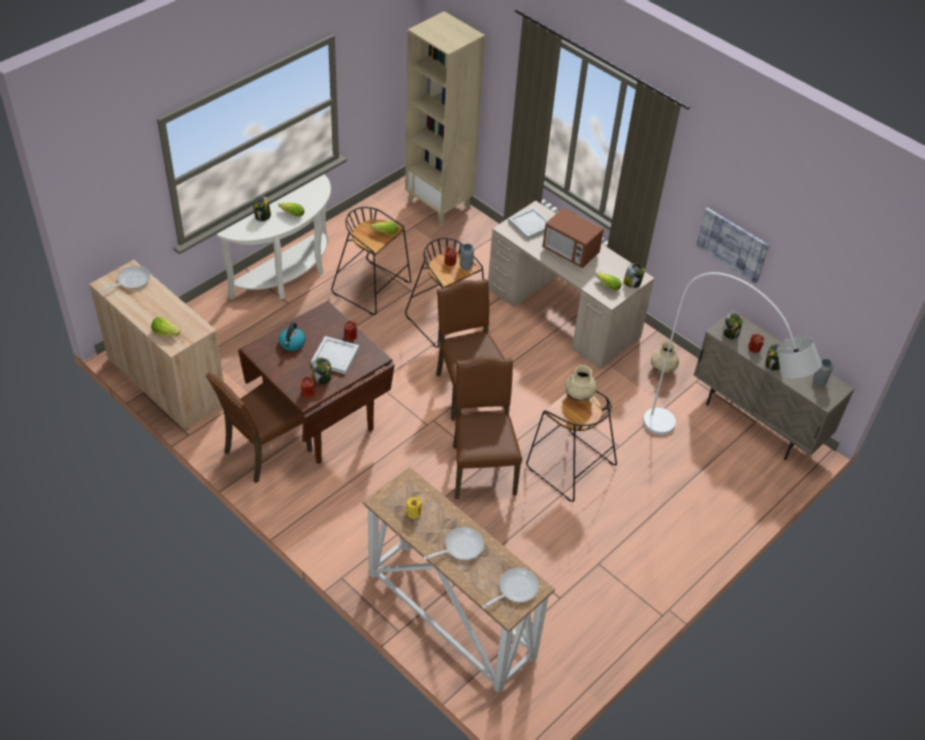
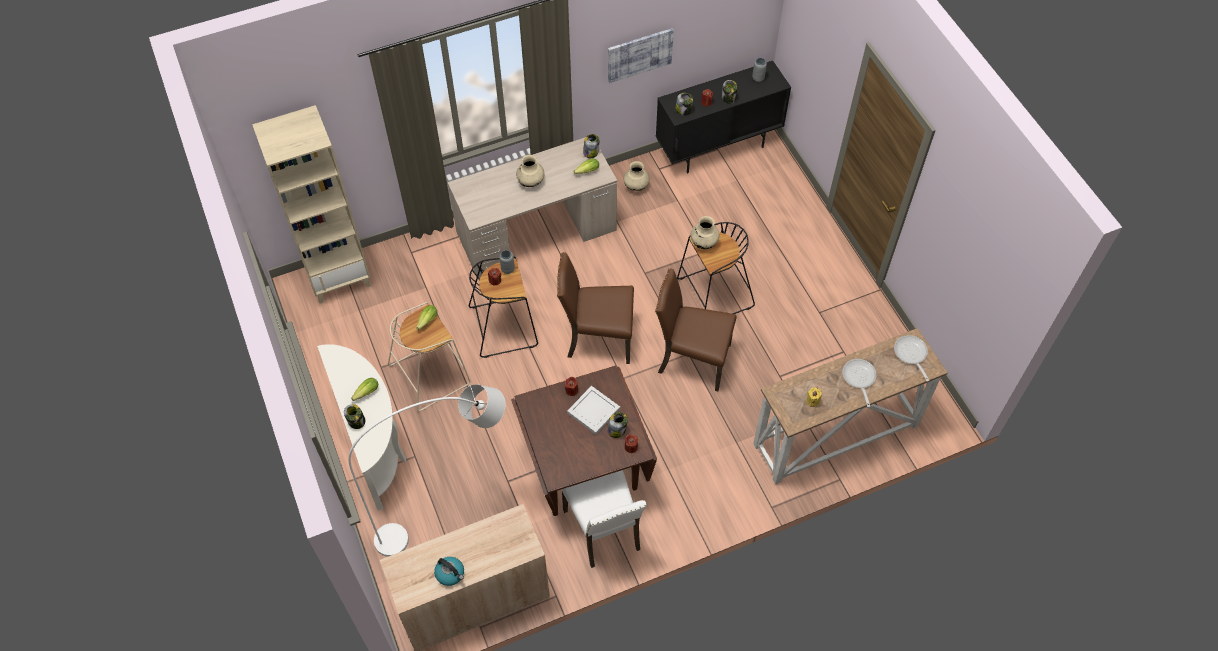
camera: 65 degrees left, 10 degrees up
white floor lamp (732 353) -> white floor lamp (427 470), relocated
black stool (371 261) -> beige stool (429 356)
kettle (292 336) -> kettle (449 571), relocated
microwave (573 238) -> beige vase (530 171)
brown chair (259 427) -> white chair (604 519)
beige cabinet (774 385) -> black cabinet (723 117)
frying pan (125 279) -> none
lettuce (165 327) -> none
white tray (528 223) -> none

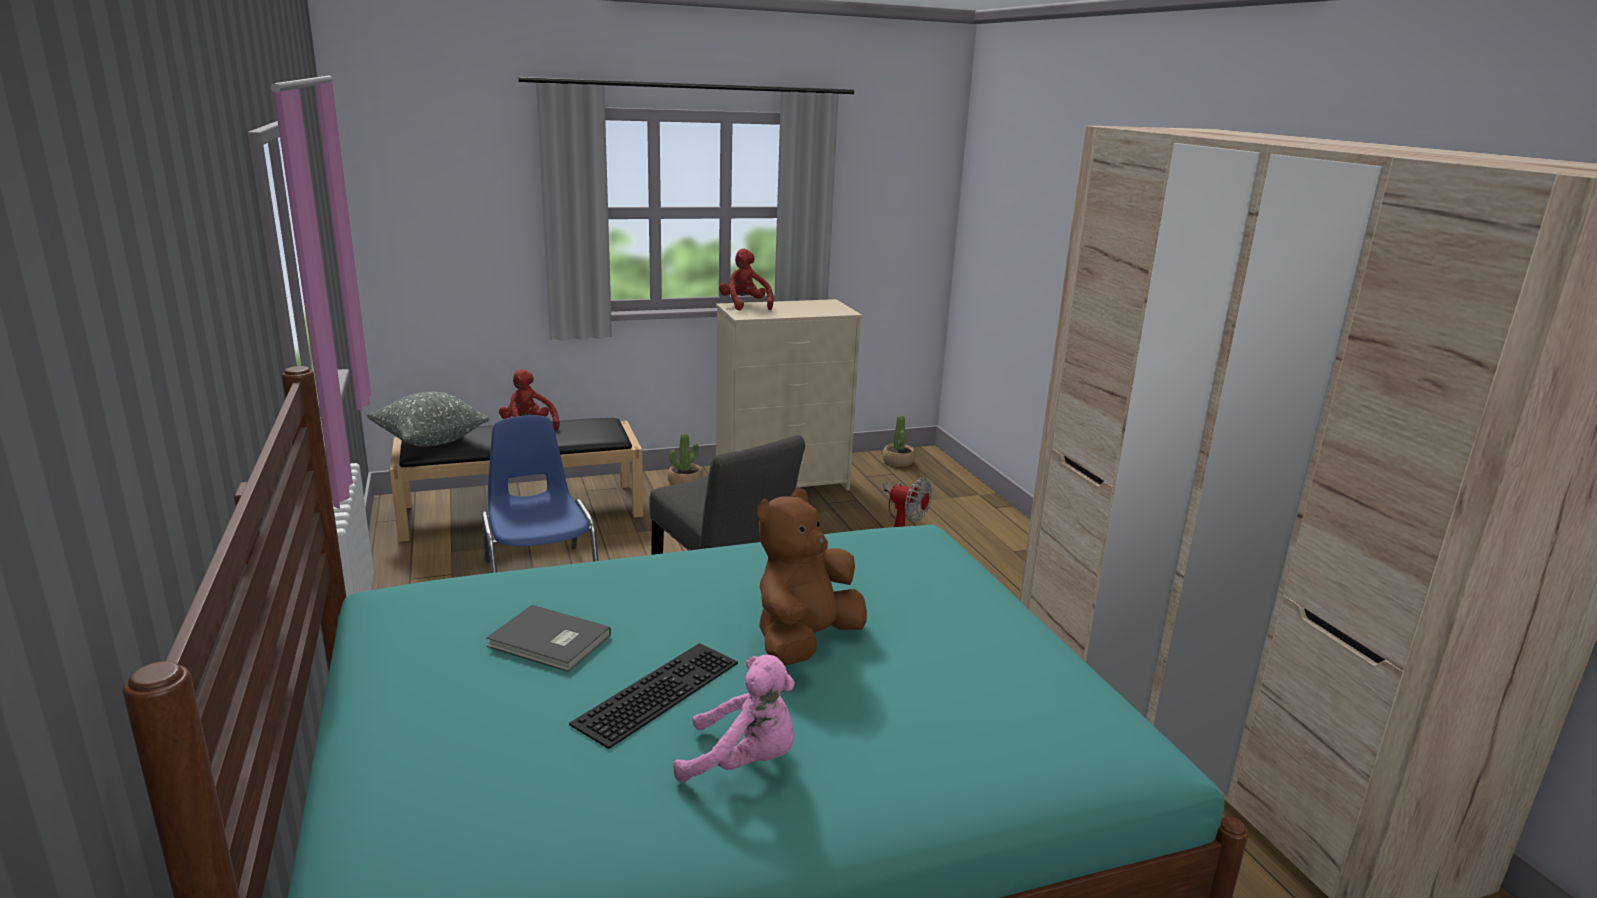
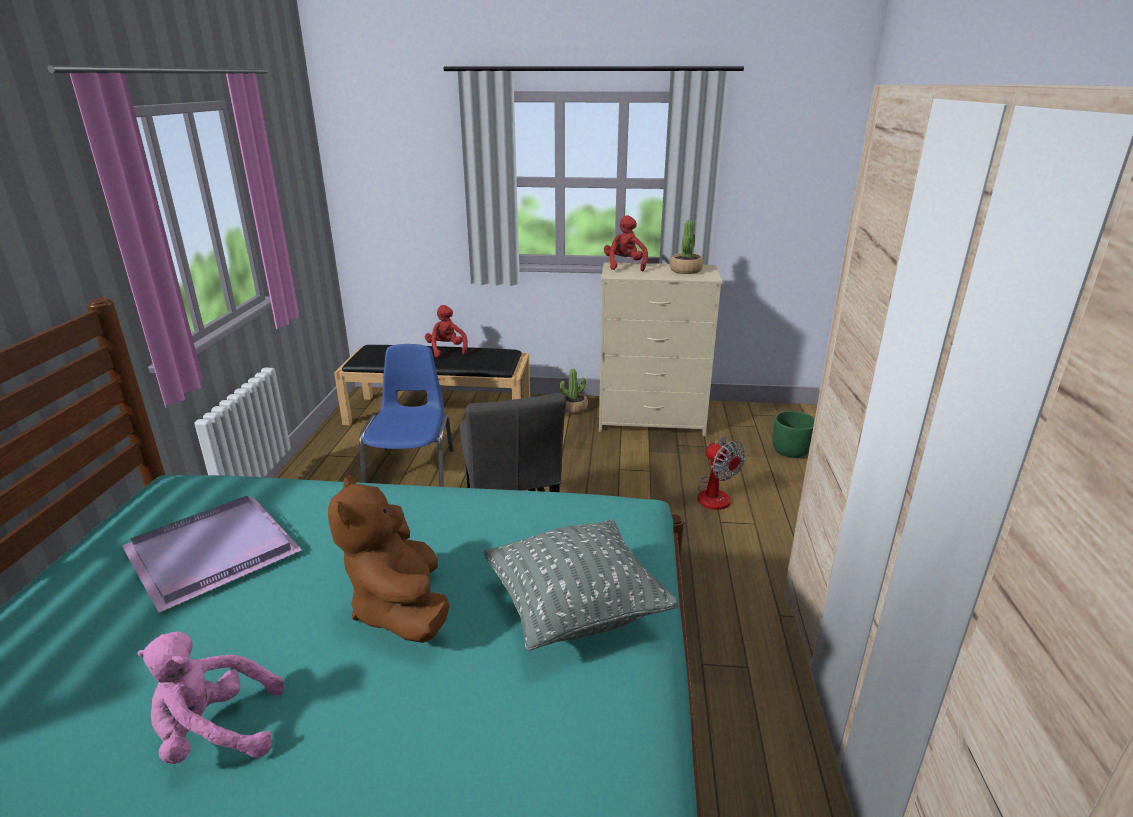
camera: 25 degrees right, 5 degrees up
grey book (548 638) -> purple tray (212 554)
pink plush toy (734 719) -> pink plush toy (210 697), 135 degrees clockwise
brown plush toy (812 577) -> brown plush toy (389 559), 75 degrees counterclockwise
grey pillow (428 419) -> grey pillow (581 585), relocated
potted plant (898 441) -> potted plant (686 247), relocated
none -> green planter (793 434)
keyboard (653 696) -> none

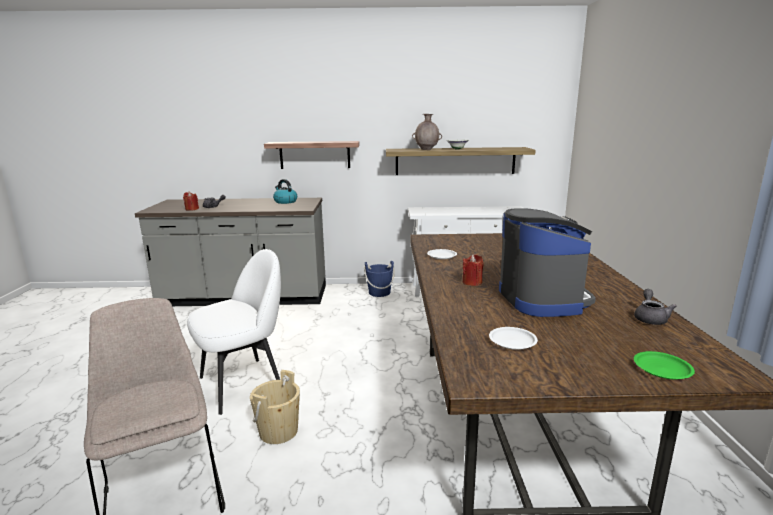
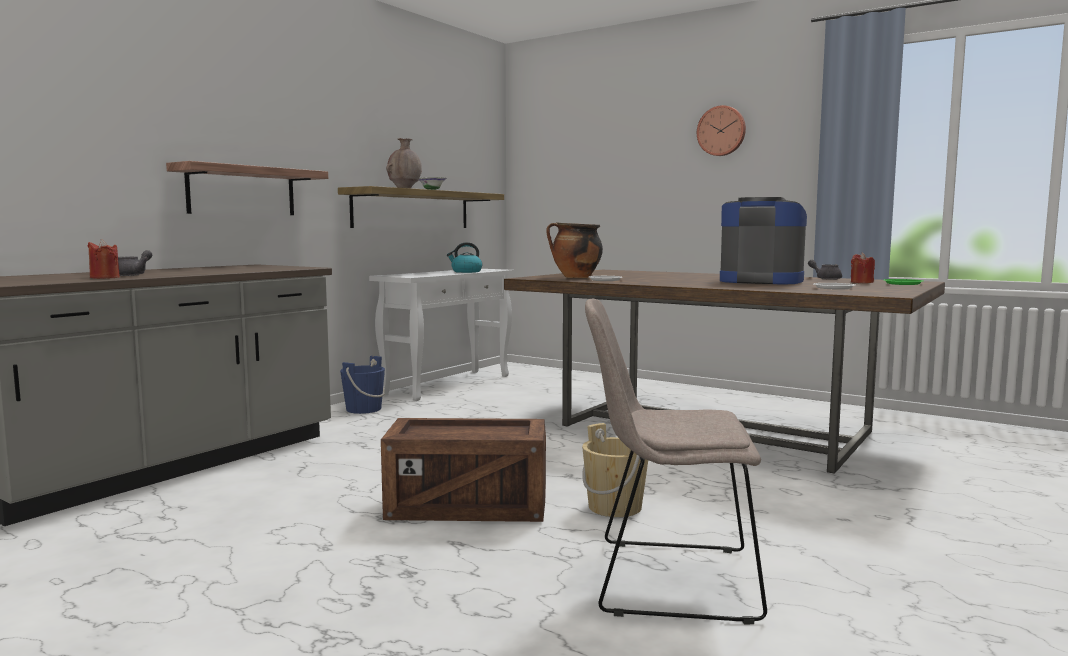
camera: 55 degrees left, 10 degrees down
white chair (234 332) -> crate (463 470)
kettle (285 191) -> kettle (464 257), relocated
none -> cooking pot (574 250)
none -> wall clock (721 130)
red candle (473 270) -> red candle (863 267), relocated

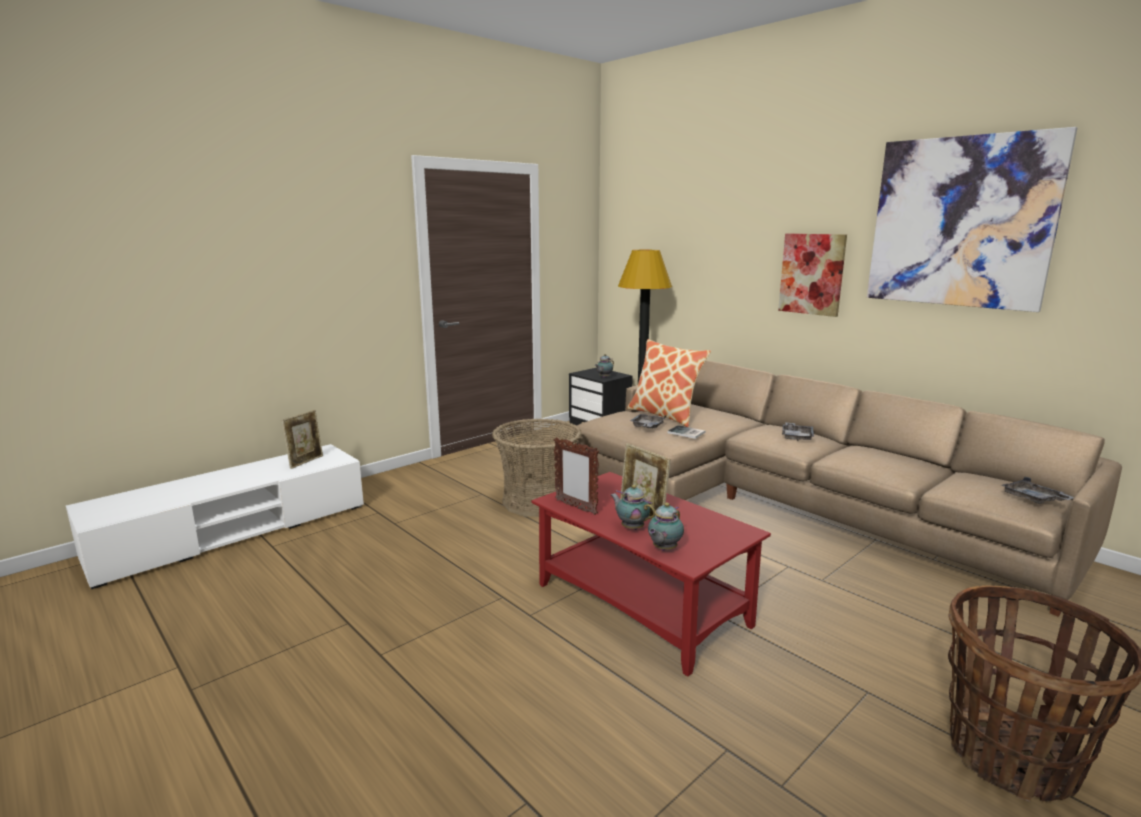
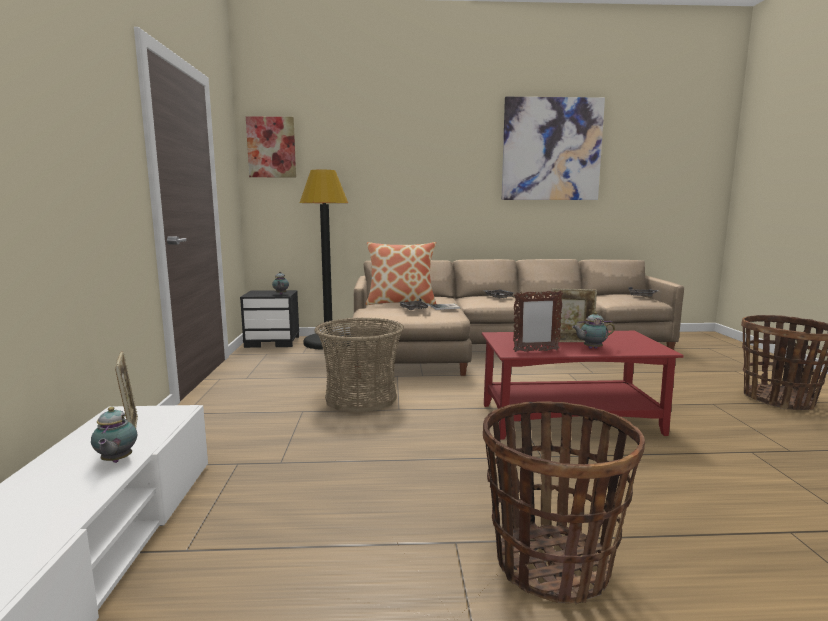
camera: 50 degrees left, 5 degrees down
teapot (666 527) -> teapot (114 435), relocated
picture (812 275) -> picture (271 146), relocated
none -> basket (564 502)

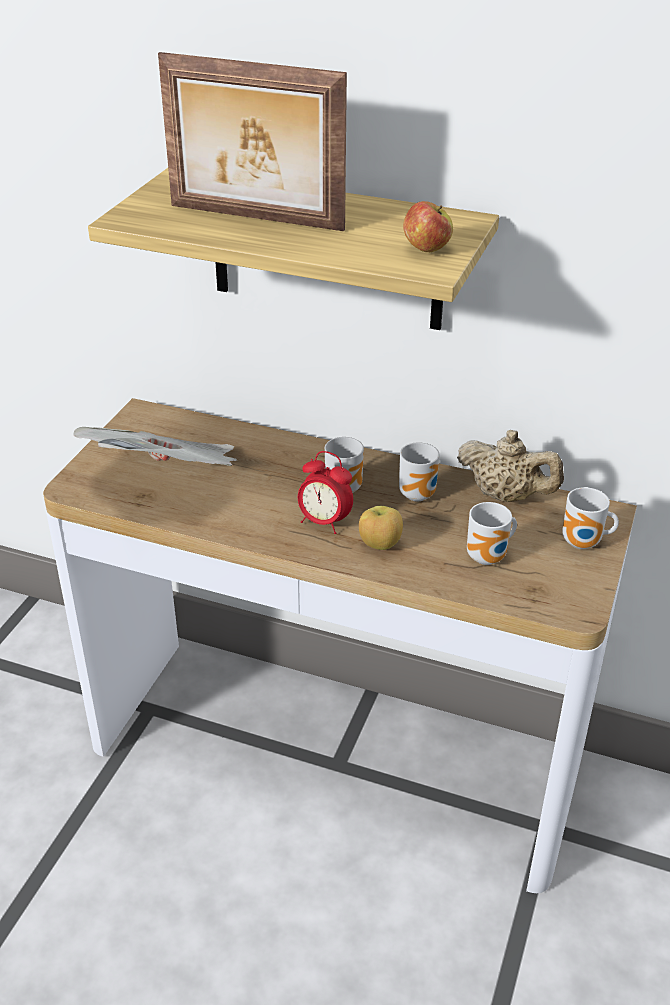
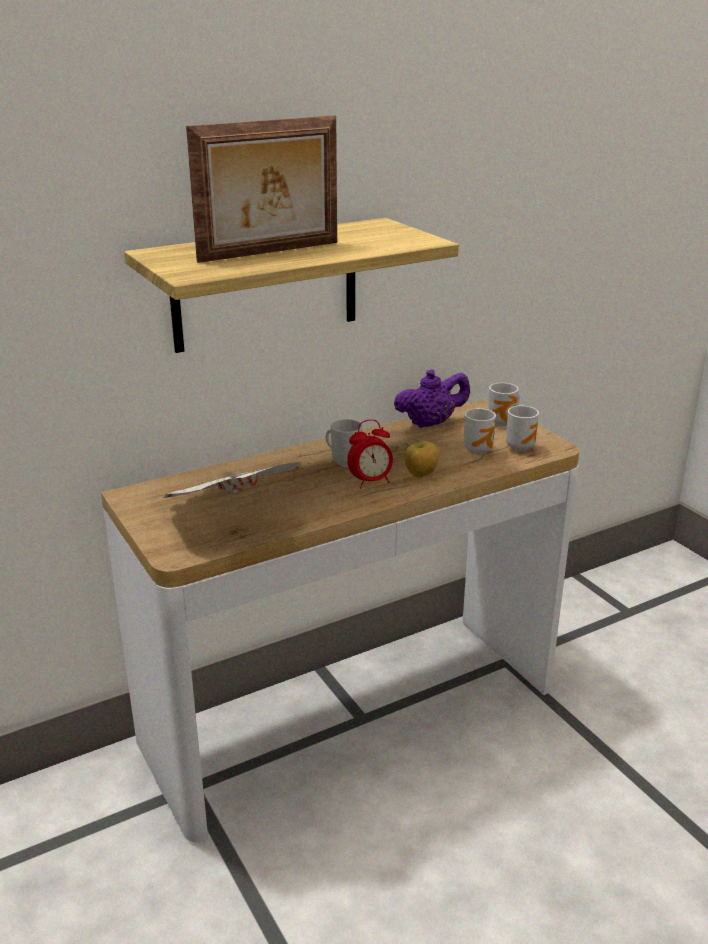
camera: 50 degrees left, 10 degrees down
beige teapot (510 466) -> purple teapot (432 398)
mug (419 471) -> mug (522 429), relocated
apple (428 226) -> none

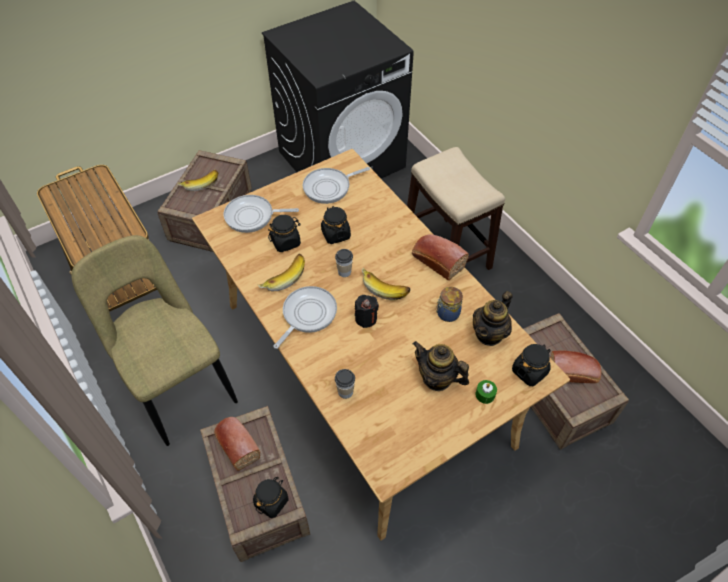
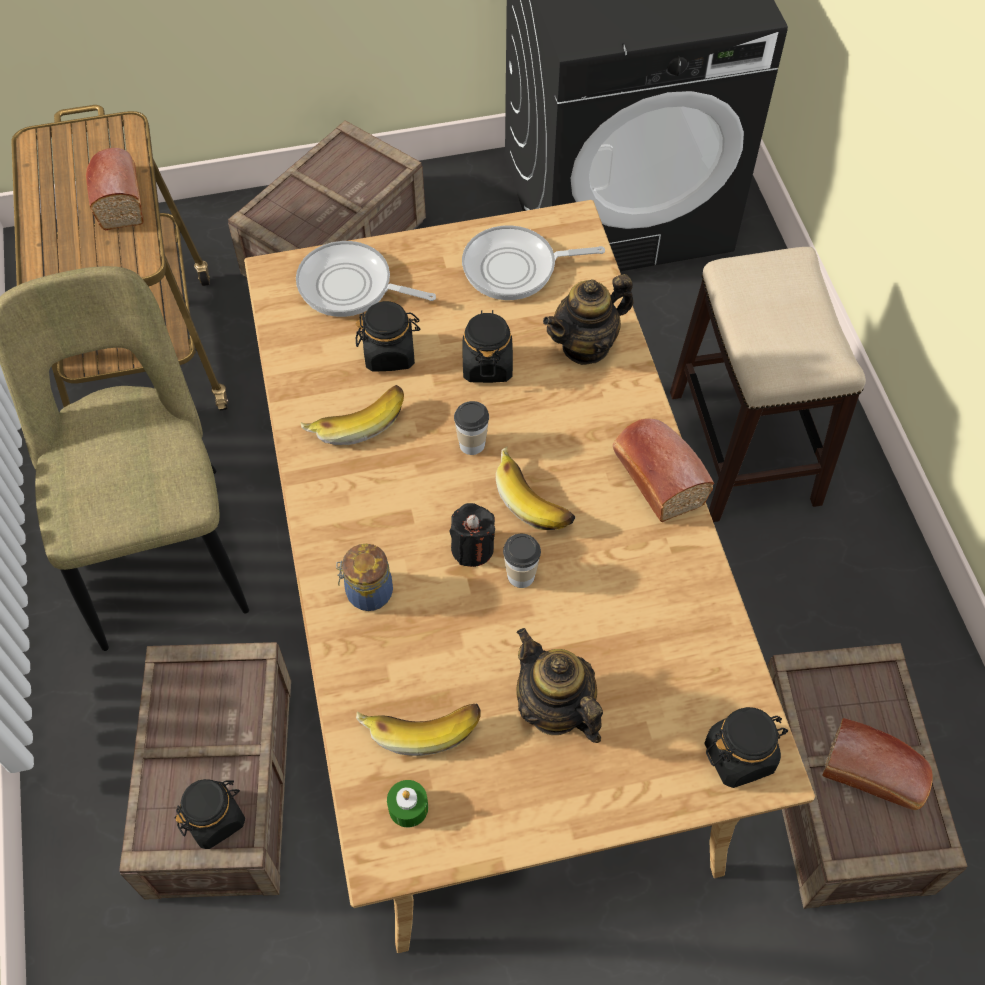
camera: 20 degrees right, 5 degrees up
bread (237 444) -> bread (115 189), relocated
jar (449 304) -> jar (364 577), relocated
banana (197 180) -> banana (418 730), relocated
green candle (486 392) -> green candle (407 803), relocated
cup (345 384) -> cup (522 561), relocated
teapot (493 318) -> teapot (588 319), relocated
frying pan (305 317) -> none

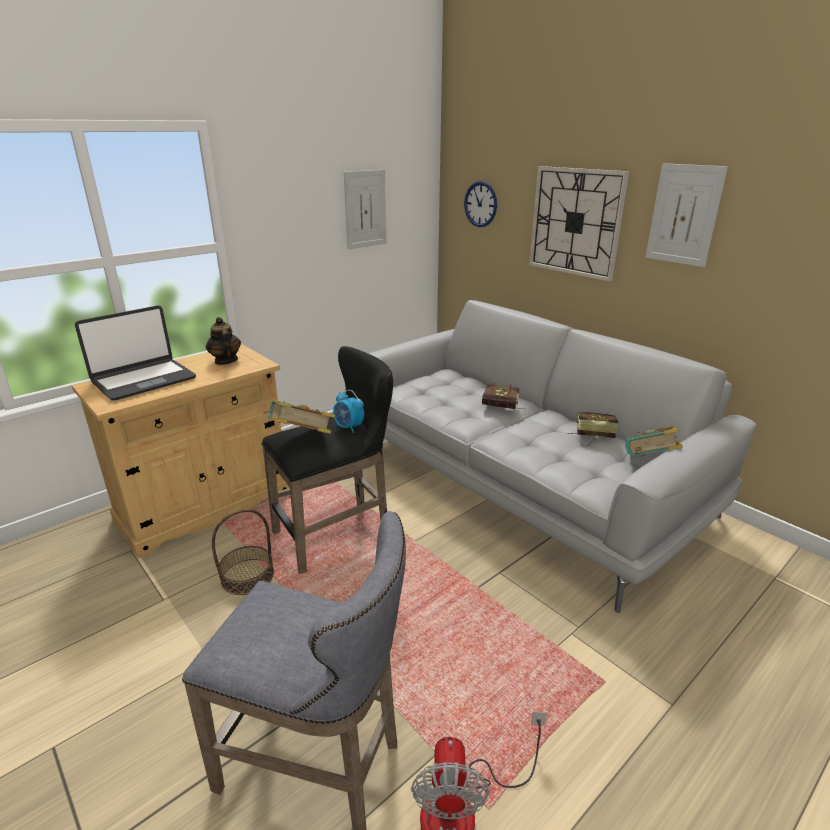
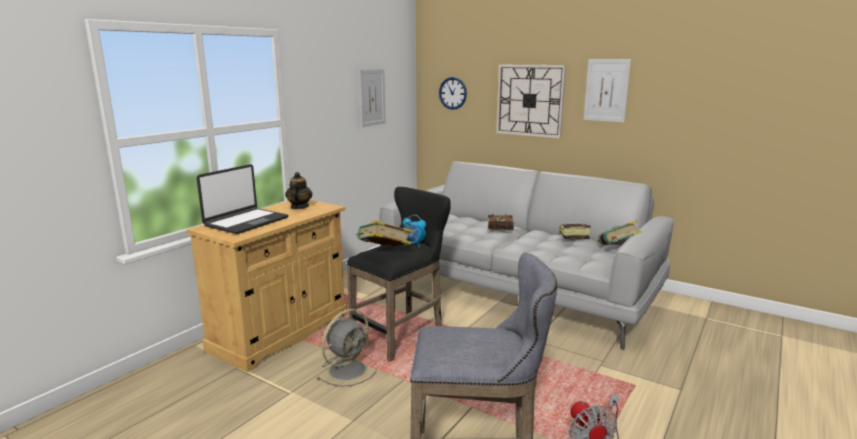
camera: 15 degrees left, 10 degrees down
teapot (223 341) -> teapot (299 190), 45 degrees clockwise
basket (243 552) -> grey fan (347 348)

